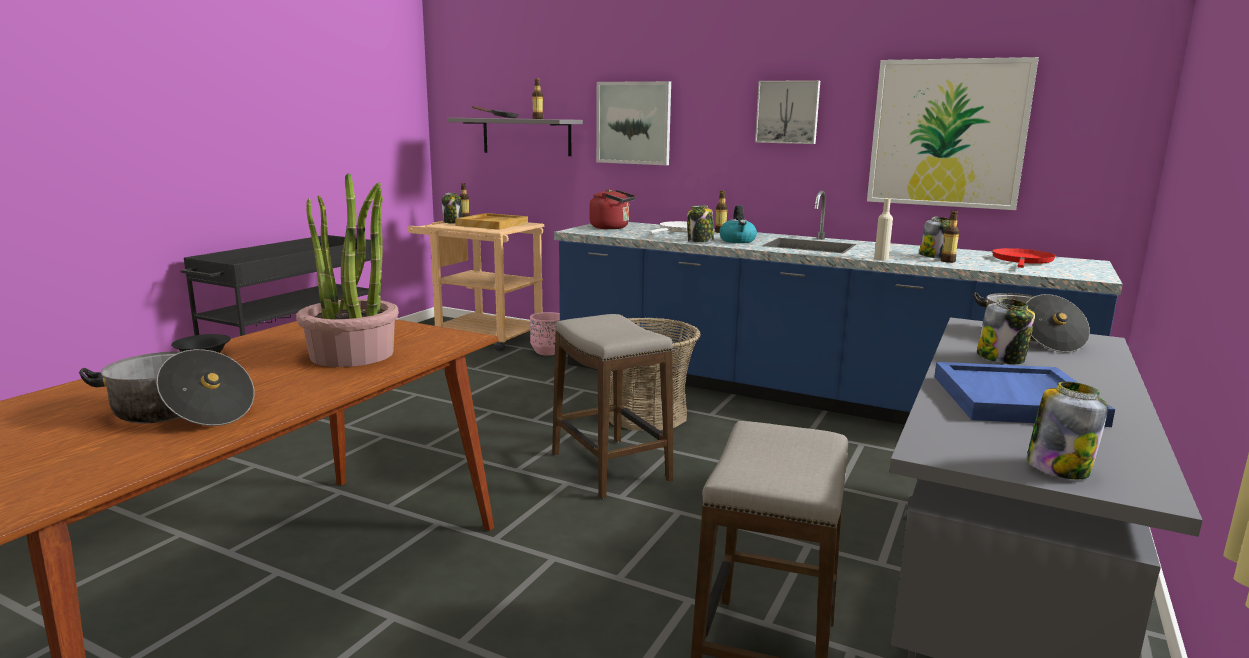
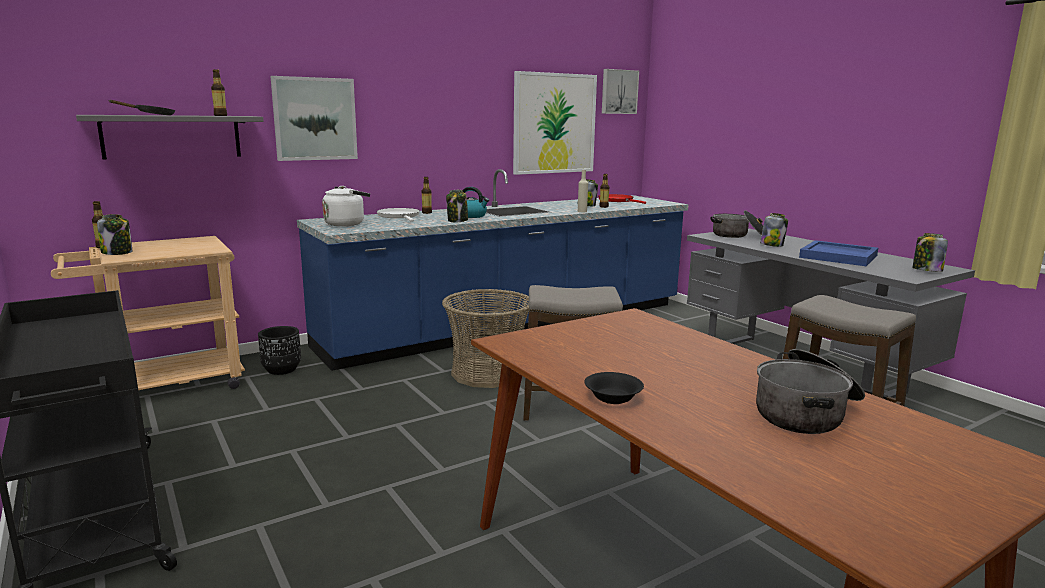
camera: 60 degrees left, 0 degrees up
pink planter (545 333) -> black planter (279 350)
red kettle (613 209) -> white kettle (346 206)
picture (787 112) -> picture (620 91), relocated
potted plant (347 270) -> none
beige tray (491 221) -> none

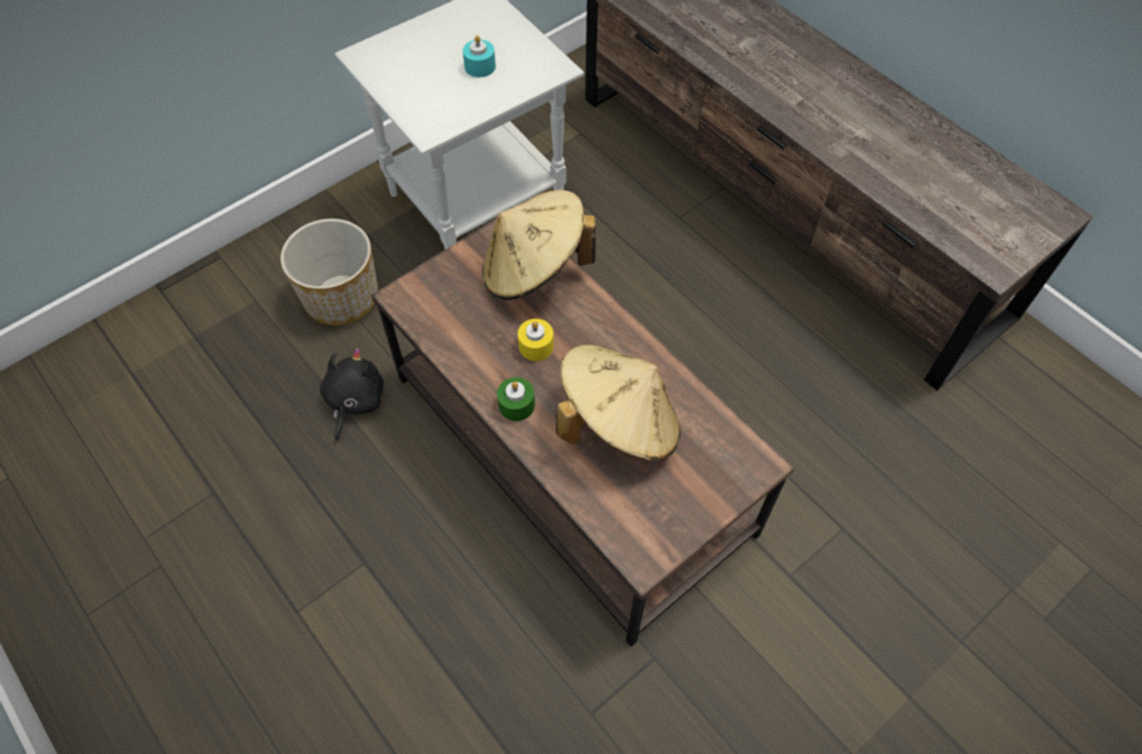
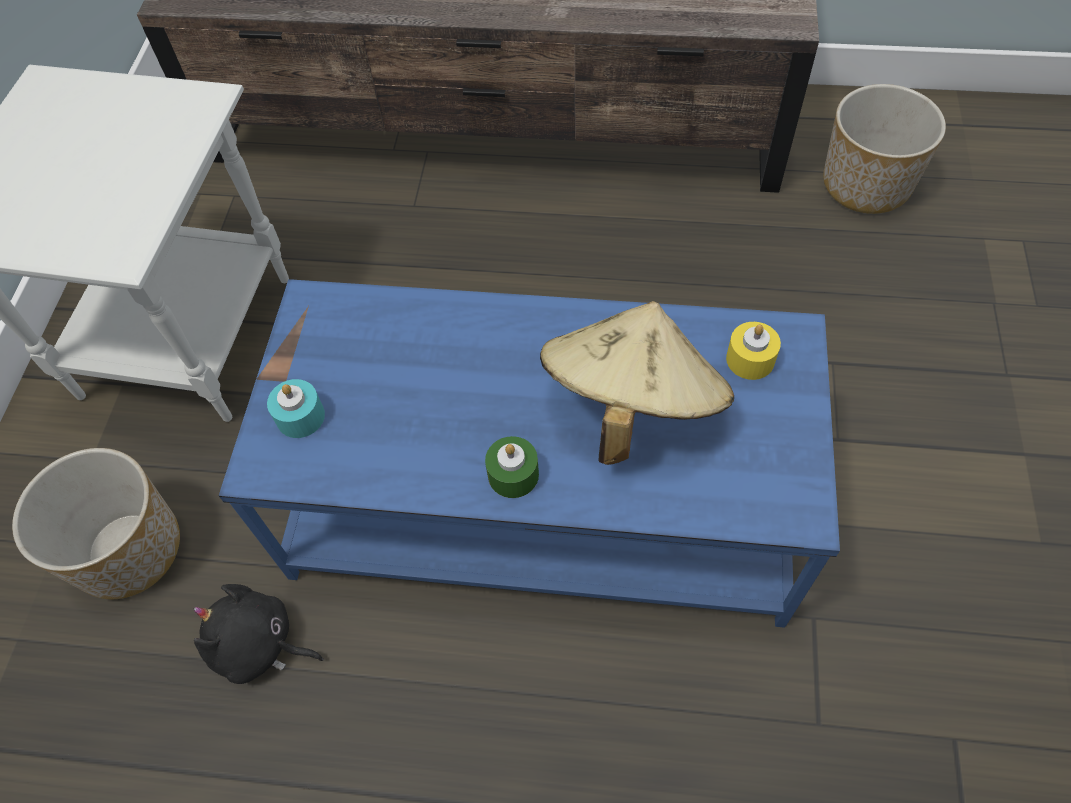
camera: 40 degrees left, 0 degrees up
black plush toy (352 394) -> black plush toy (259 634), 45 degrees counterclockwise
brown coffee table (583 432) -> blue coffee table (529 453)
turquoise candle (479 56) -> turquoise candle (296 408), relocated
yellow candle (536 340) -> yellow candle (753 351), relocated
none -> planter (884 149)
beige hat (539 245) -> none

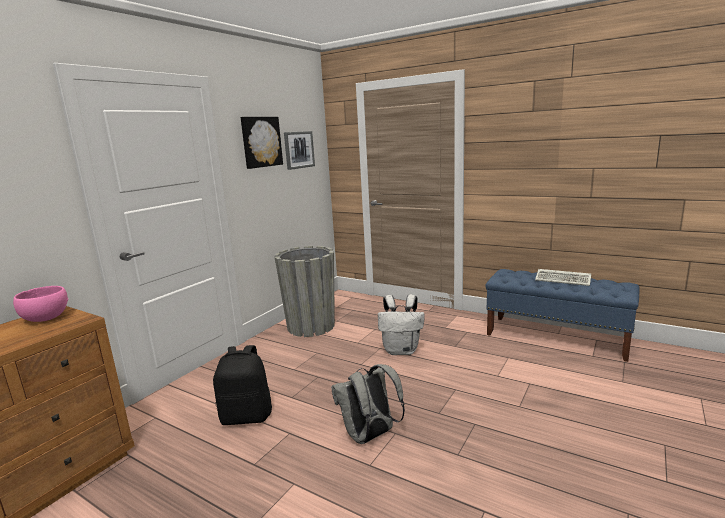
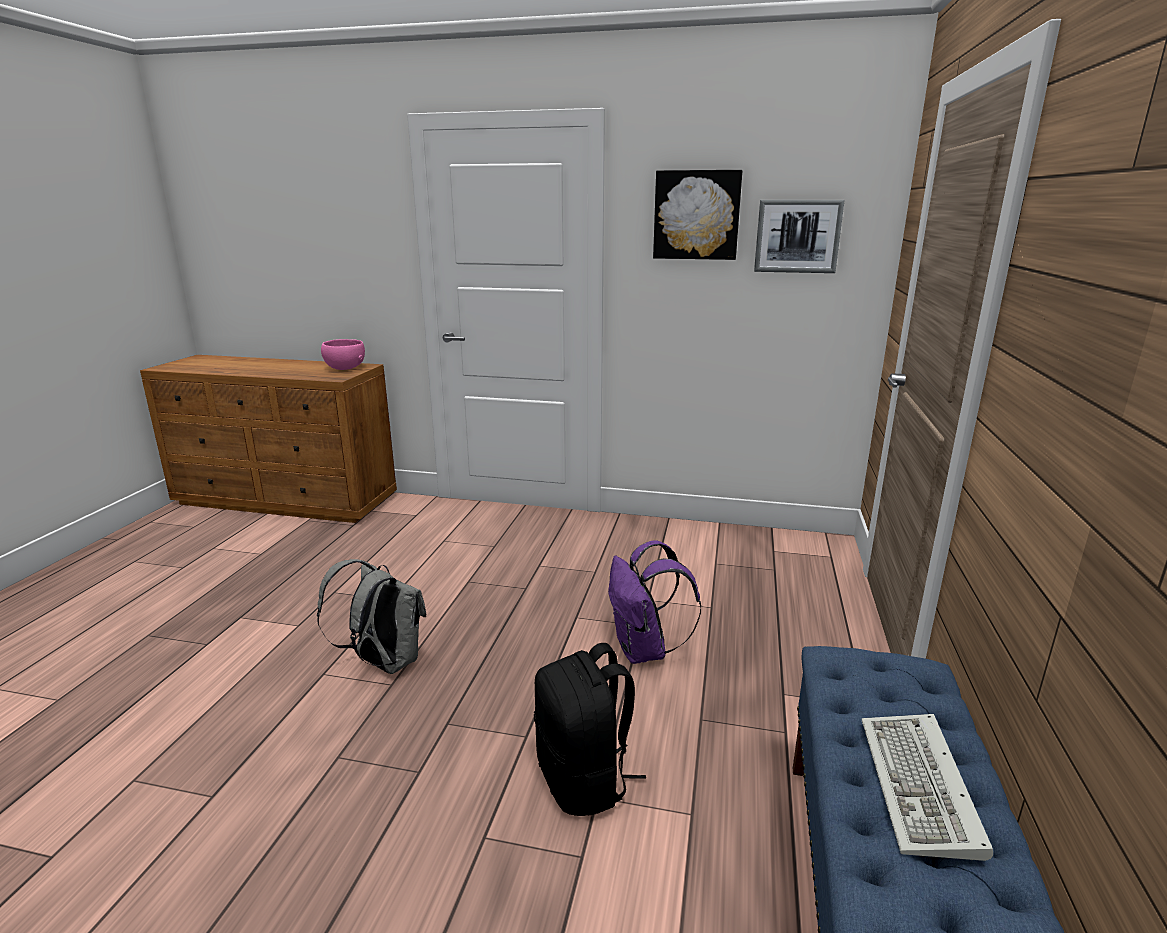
camera: 70 degrees right, 5 degrees up
black backpack (242 385) -> black backpack (590 729), relocated
white backpack (401 324) -> purple backpack (654 602)
grey planter (304 291) -> none

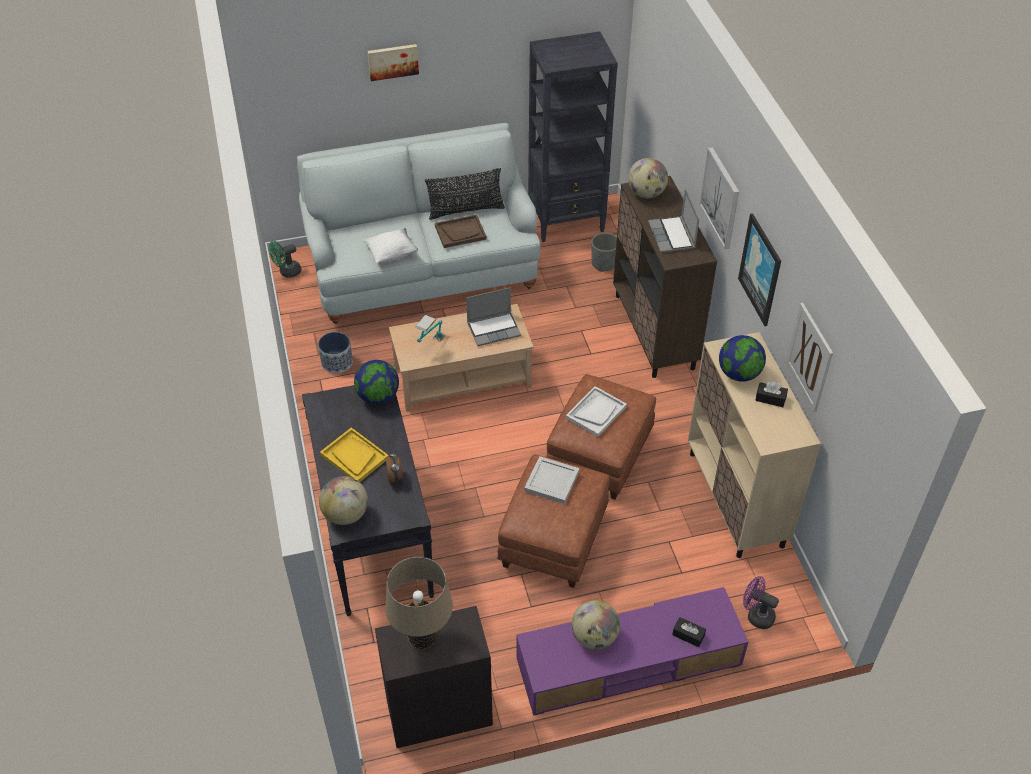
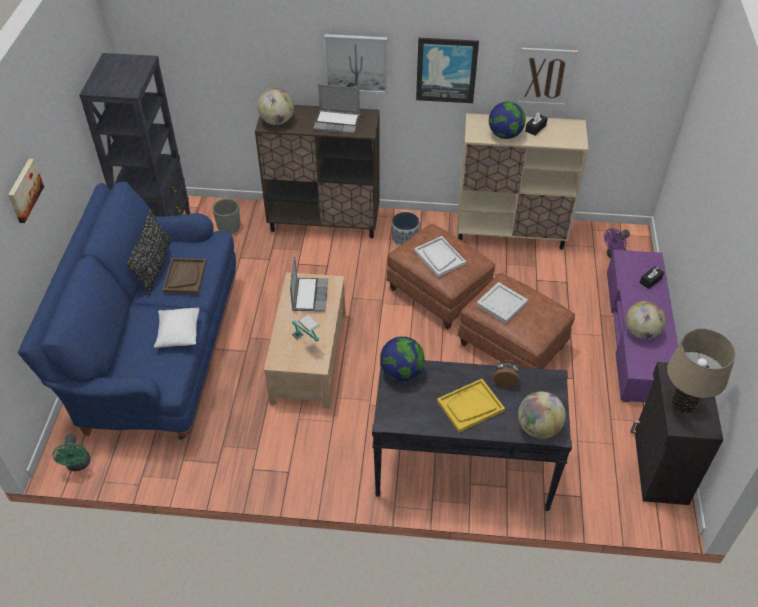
camera: 70 degrees left, 0 degrees up
white sofa (418 223) -> blue sofa (127 311)
planter (335 352) -> planter (405 229), relocated

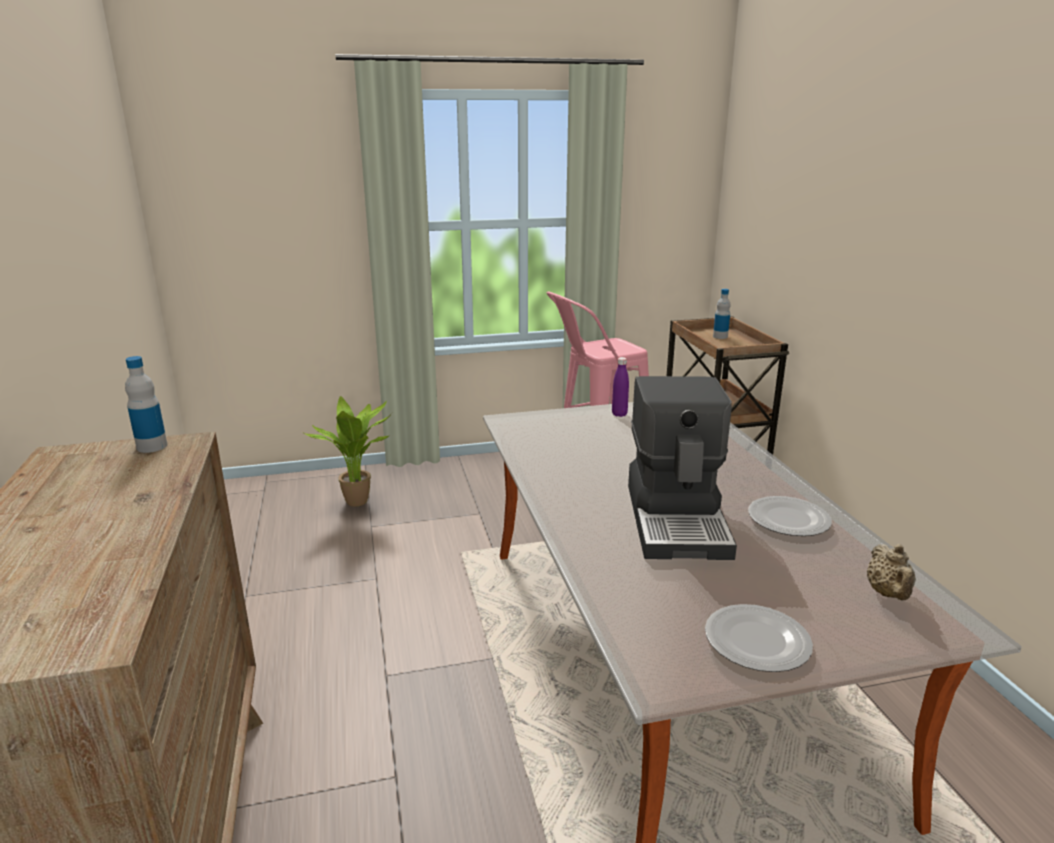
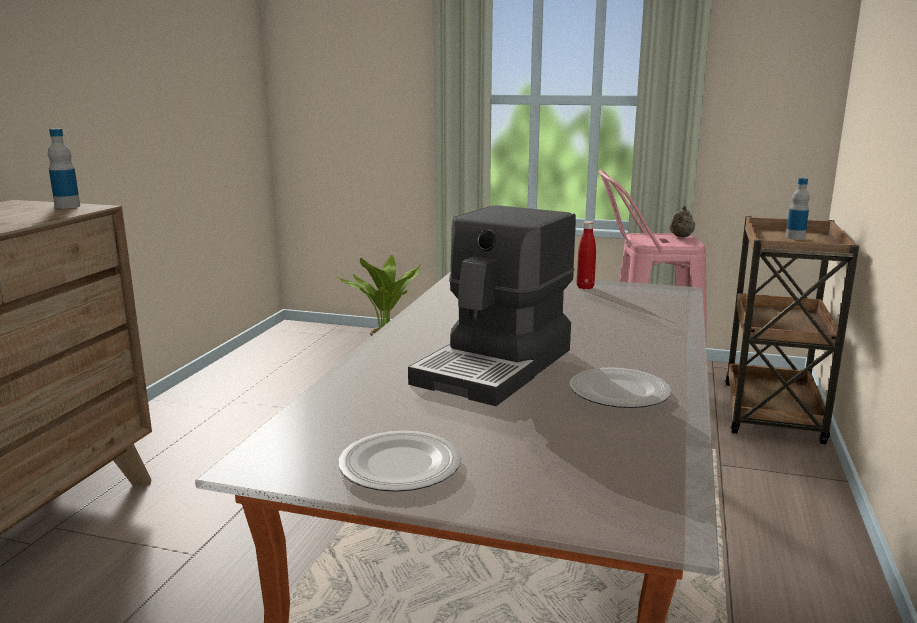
camera: 30 degrees right, 5 degrees down
purple bottle (620 387) -> red bottle (586 255)
beige teapot (891 572) -> beige teapot (682 221), relocated

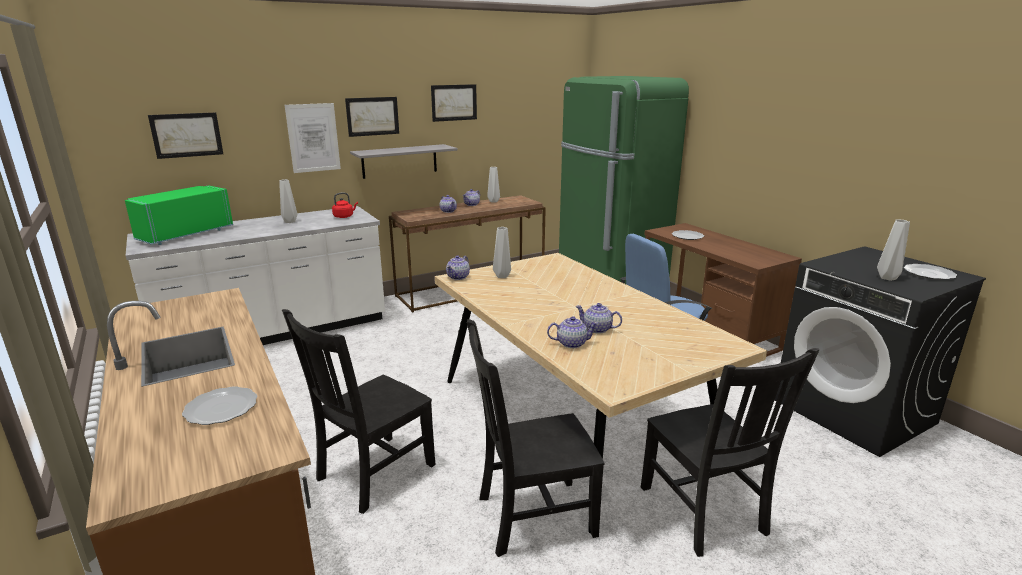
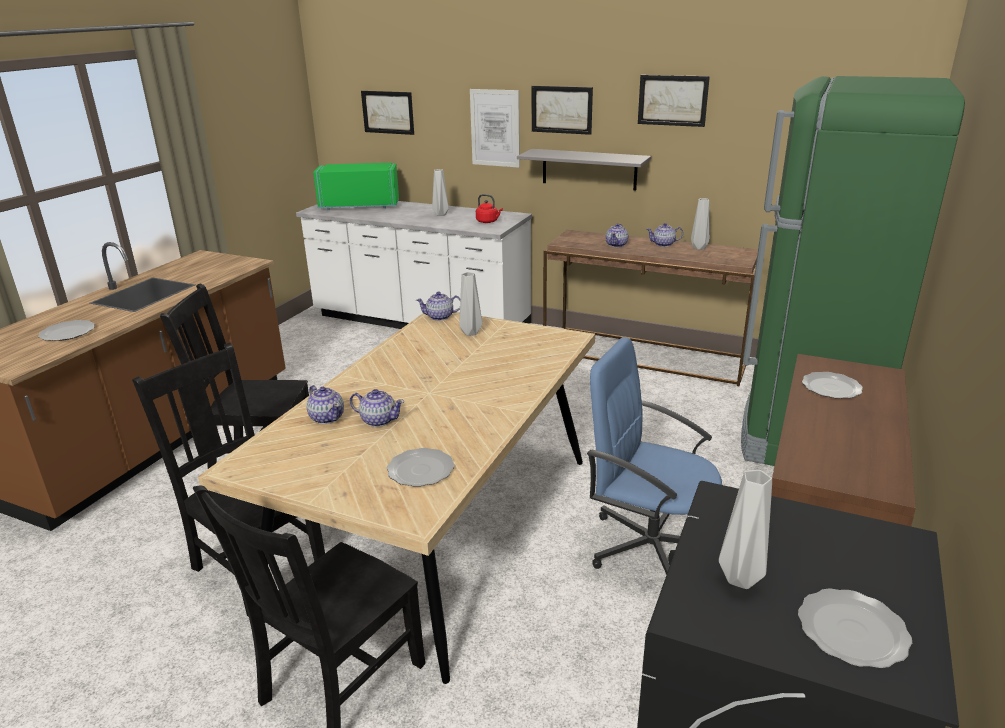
camera: 55 degrees right, 5 degrees up
teapot (598 318) -> teapot (377 408), 120 degrees clockwise
none -> plate (420 467)

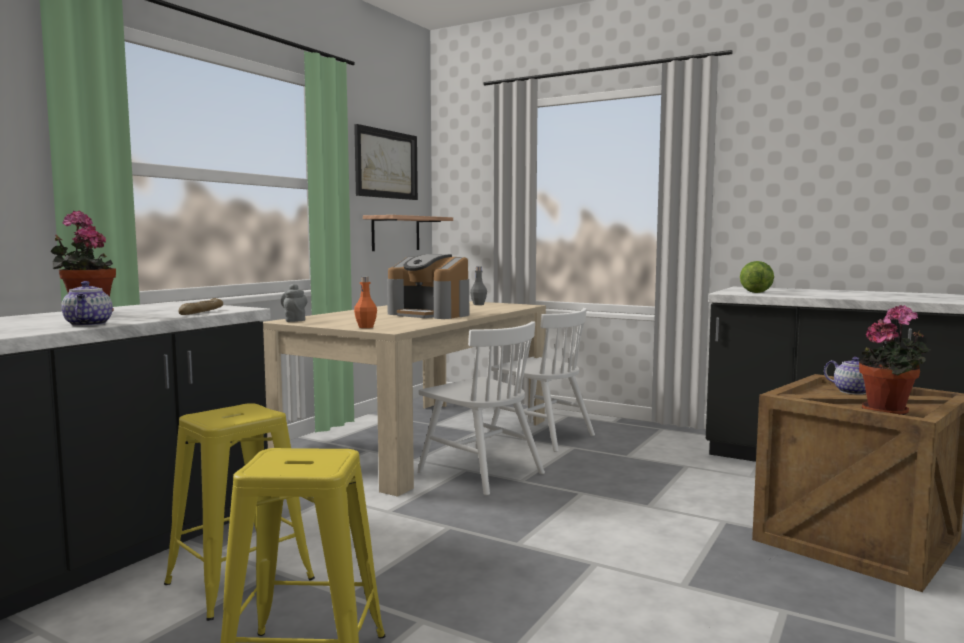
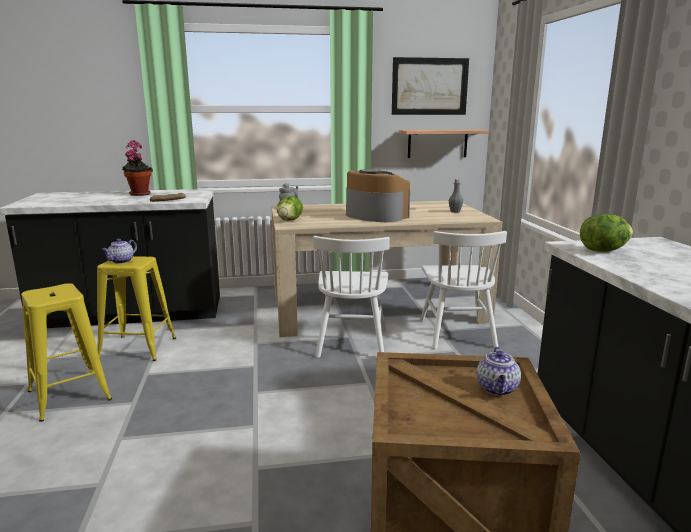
camera: 50 degrees right, 10 degrees up
teapot (87 303) -> teapot (119 251), relocated
orange bottle (365 302) -> lettuce (290 208)
coffee machine (428 286) -> coffee machine (378 196), 135 degrees clockwise
potted plant (895 360) -> none

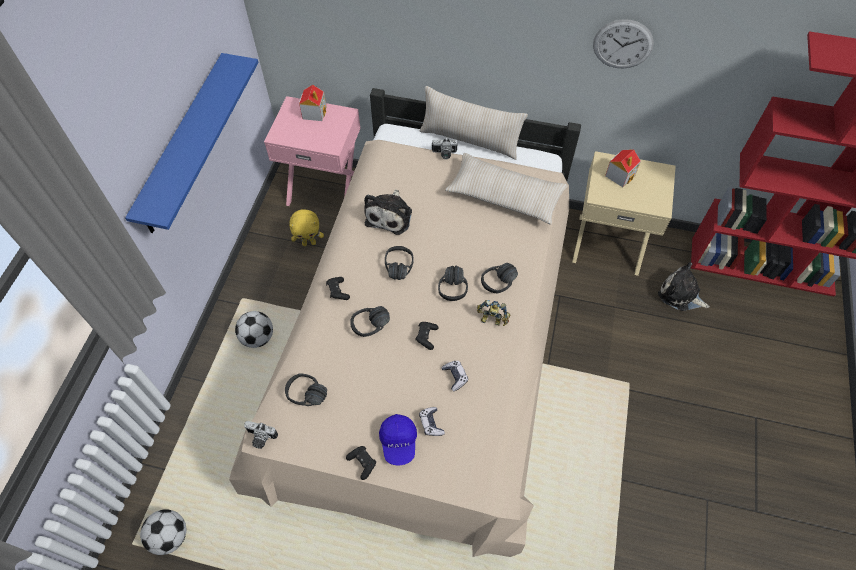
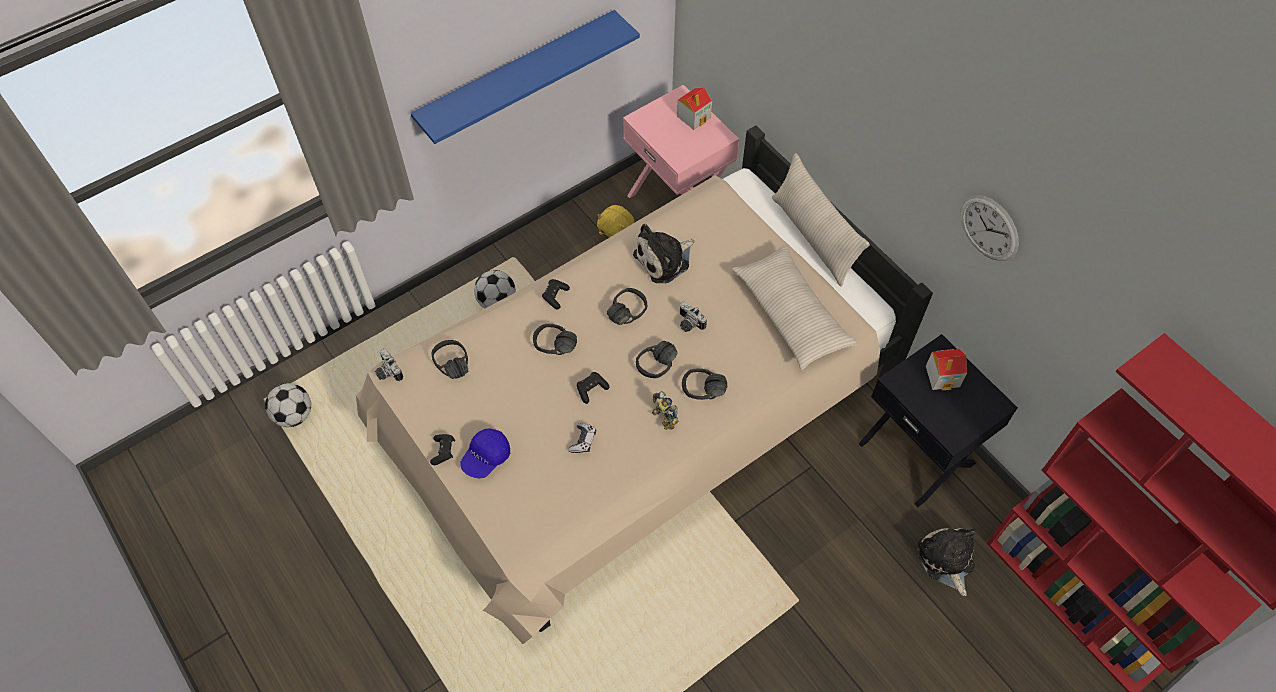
camera: 40 degrees right, 0 degrees up
photo camera (444 148) -> photo camera (693 316), relocated
beige nightstand (624 213) -> black nightstand (938 420)
game controller (432 421) -> none

